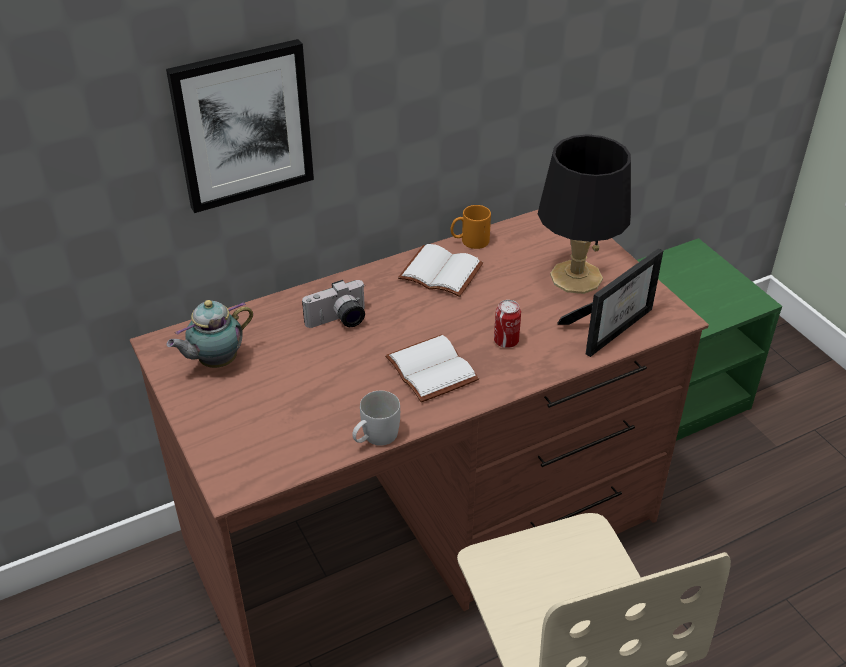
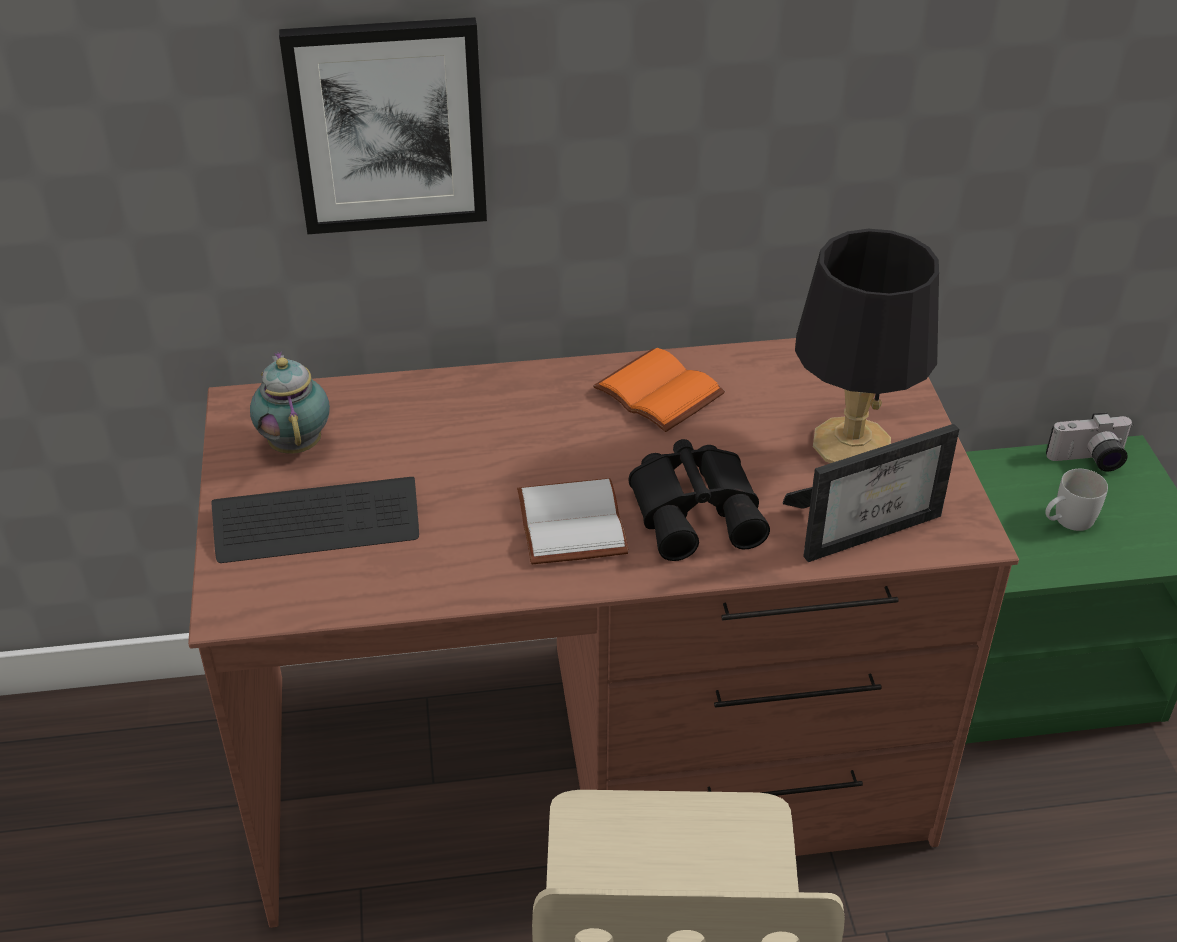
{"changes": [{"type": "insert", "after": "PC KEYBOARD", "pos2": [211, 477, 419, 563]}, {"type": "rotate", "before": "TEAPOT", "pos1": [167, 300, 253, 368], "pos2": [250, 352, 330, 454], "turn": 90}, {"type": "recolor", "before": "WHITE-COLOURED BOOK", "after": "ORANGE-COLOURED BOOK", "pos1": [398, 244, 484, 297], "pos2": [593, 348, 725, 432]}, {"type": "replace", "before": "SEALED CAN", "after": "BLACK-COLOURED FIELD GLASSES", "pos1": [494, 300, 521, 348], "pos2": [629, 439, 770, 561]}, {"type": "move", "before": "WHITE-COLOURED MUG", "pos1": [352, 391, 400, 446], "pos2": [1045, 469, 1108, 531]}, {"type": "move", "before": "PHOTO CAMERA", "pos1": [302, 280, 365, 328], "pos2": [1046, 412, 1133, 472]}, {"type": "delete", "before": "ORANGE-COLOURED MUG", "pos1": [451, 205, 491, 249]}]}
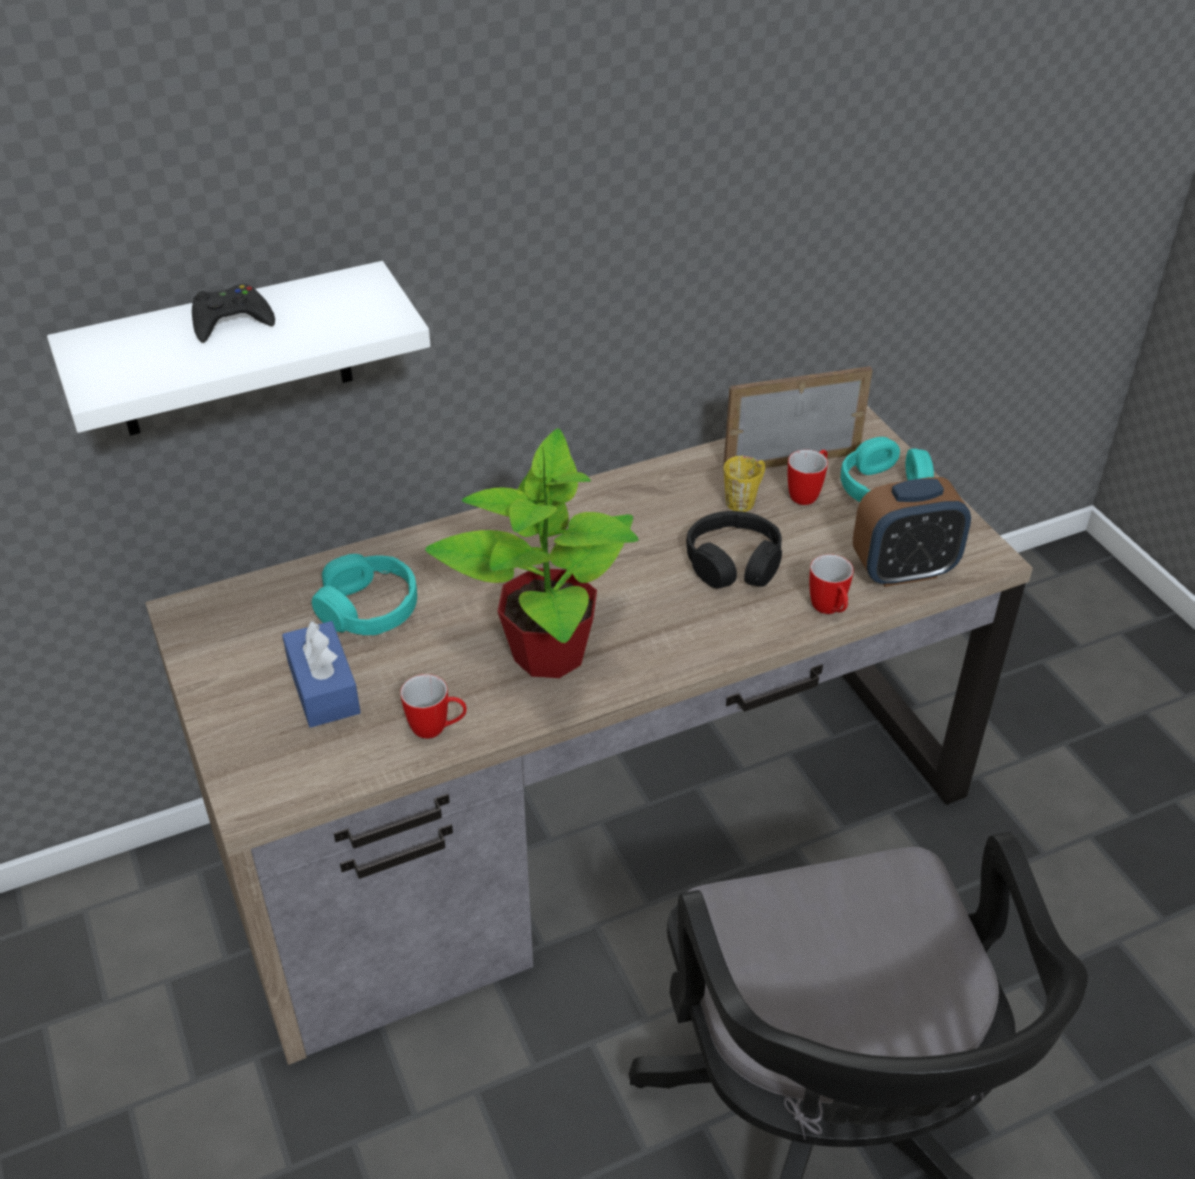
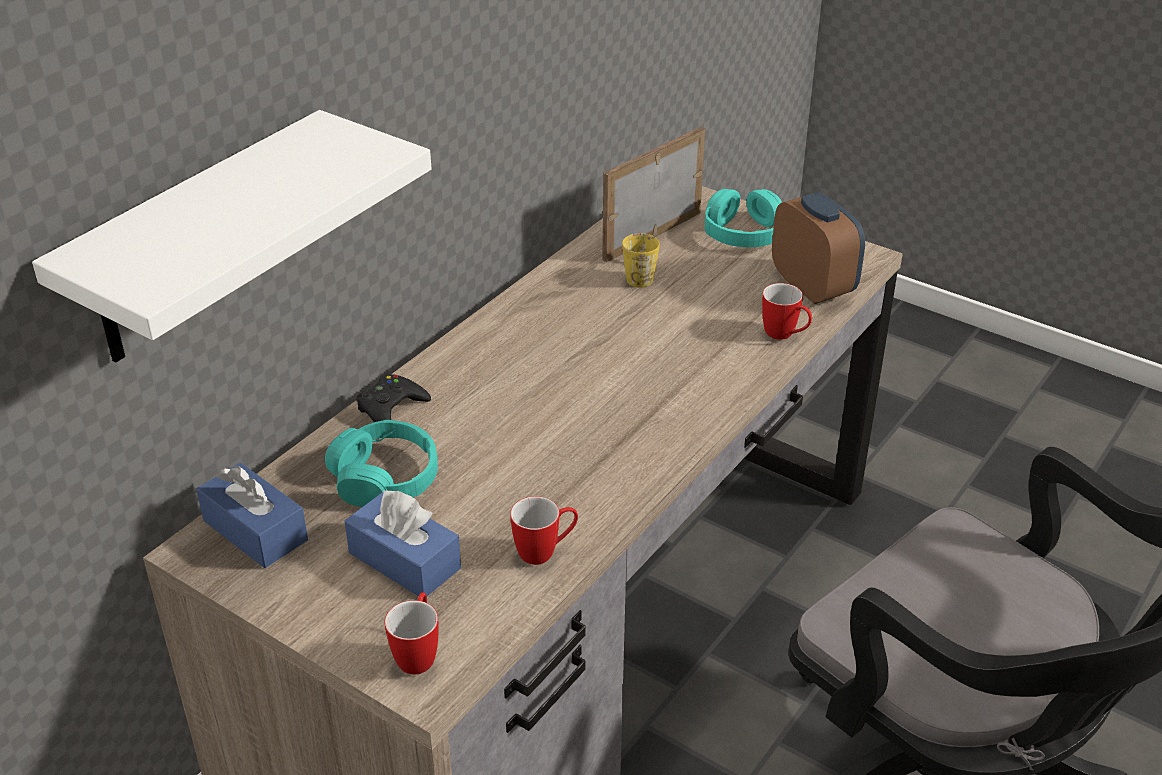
{"changes": [{"type": "insert", "after": "BLUE TISSUE HOLDER", "pos2": [196, 463, 308, 568]}, {"type": "move", "before": "BLACK-COLOURED GAME CONTROLLER", "pos1": [192, 284, 275, 343], "pos2": [356, 374, 431, 422]}, {"type": "move", "before": "MUG", "pos1": [788, 450, 828, 505], "pos2": [384, 593, 439, 674]}, {"type": "rotate", "before": "ALARM CLOCK", "pos1": [853, 477, 971, 587], "pos2": [772, 192, 865, 304], "turn": -75}, {"type": "delete", "before": "HOUSEPLANT", "pos1": [425, 428, 639, 678]}, {"type": "delete", "before": "BLACK-COLOURED HEADPHONES", "pos1": [686, 511, 782, 589]}]}
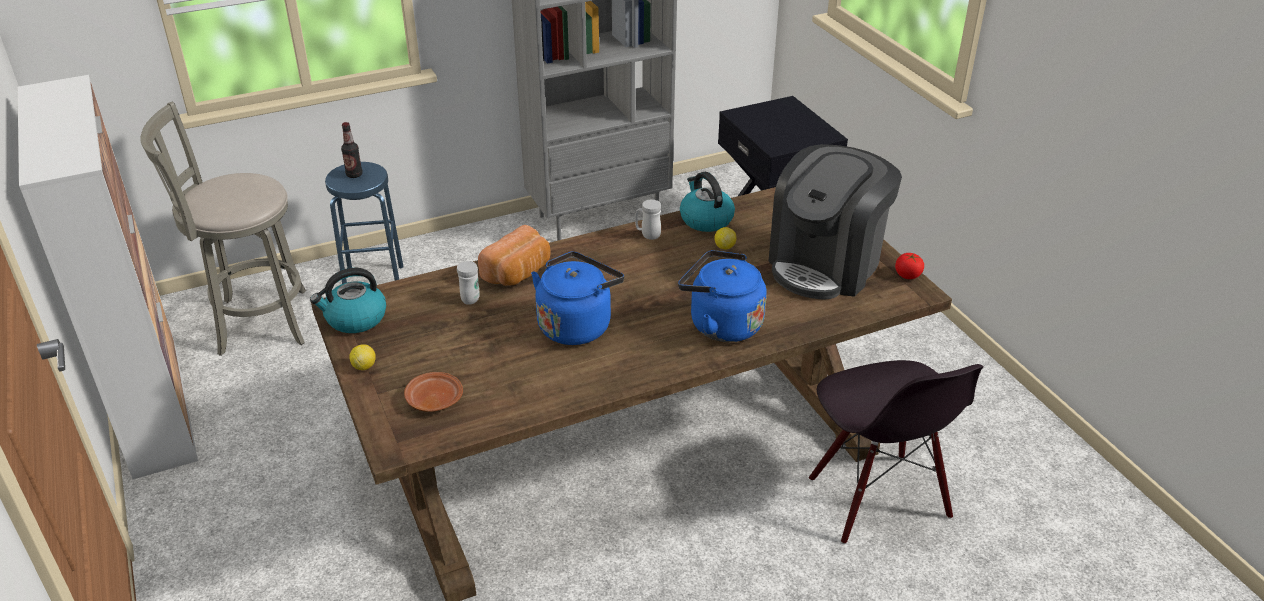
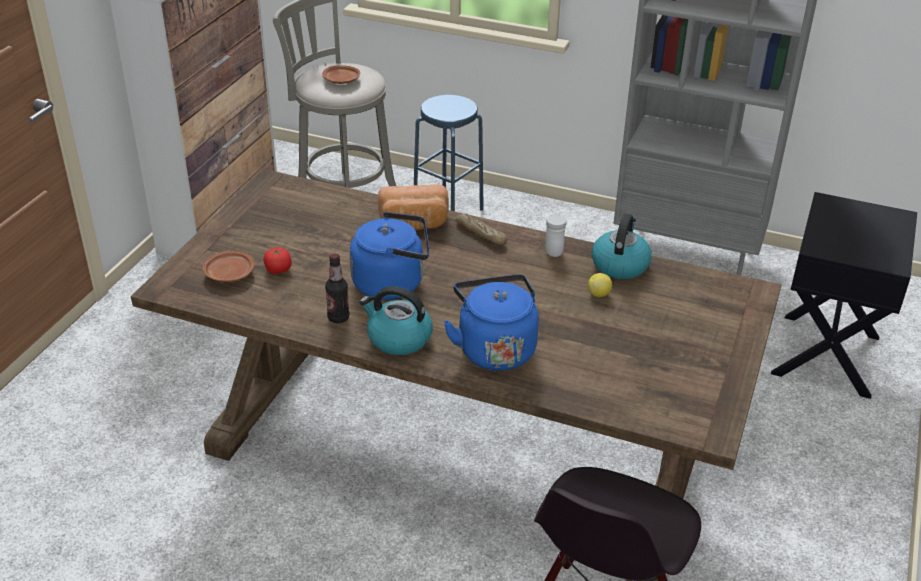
{"changes": [{"type": "move", "before": "FRESH TOMATO", "pos1": [895, 253, 924, 279], "pos2": [264, 247, 292, 274]}, {"type": "insert", "after": "BROWNISH DINNER PLATE", "pos2": [322, 65, 360, 84]}, {"type": "move", "before": "DRINK BOTTLE", "pos1": [341, 122, 363, 178], "pos2": [325, 253, 349, 323]}, {"type": "move", "before": "TEA KETTLE", "pos1": [310, 268, 386, 333], "pos2": [360, 286, 432, 355]}, {"type": "insert", "after": "BAKED BREAD", "pos2": [456, 213, 507, 245]}, {"type": "delete", "before": "LEMON", "pos1": [349, 344, 376, 370]}, {"type": "delete", "before": "WHITE-COLOURED MUG", "pos1": [457, 261, 480, 305]}, {"type": "delete", "before": "COFFEE MAKER", "pos1": [769, 144, 902, 300]}]}
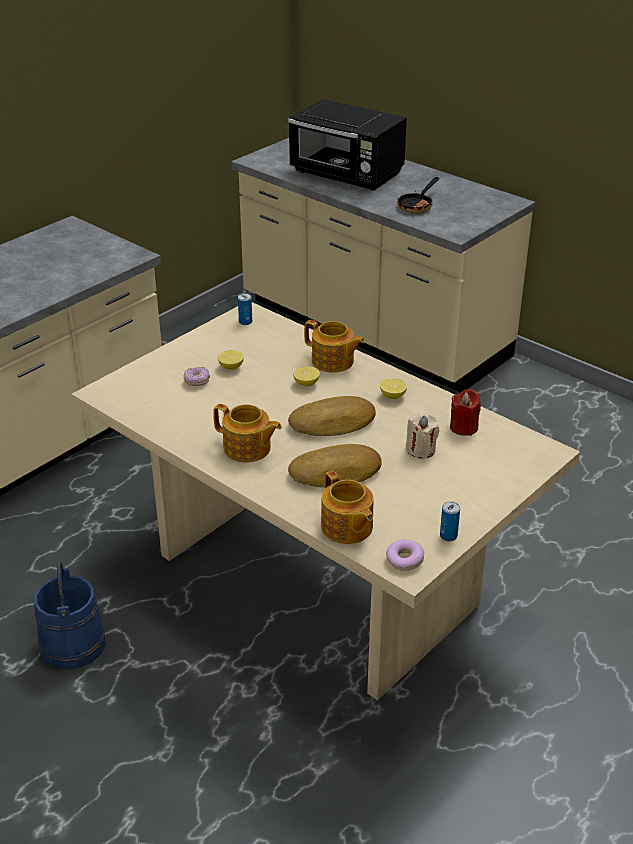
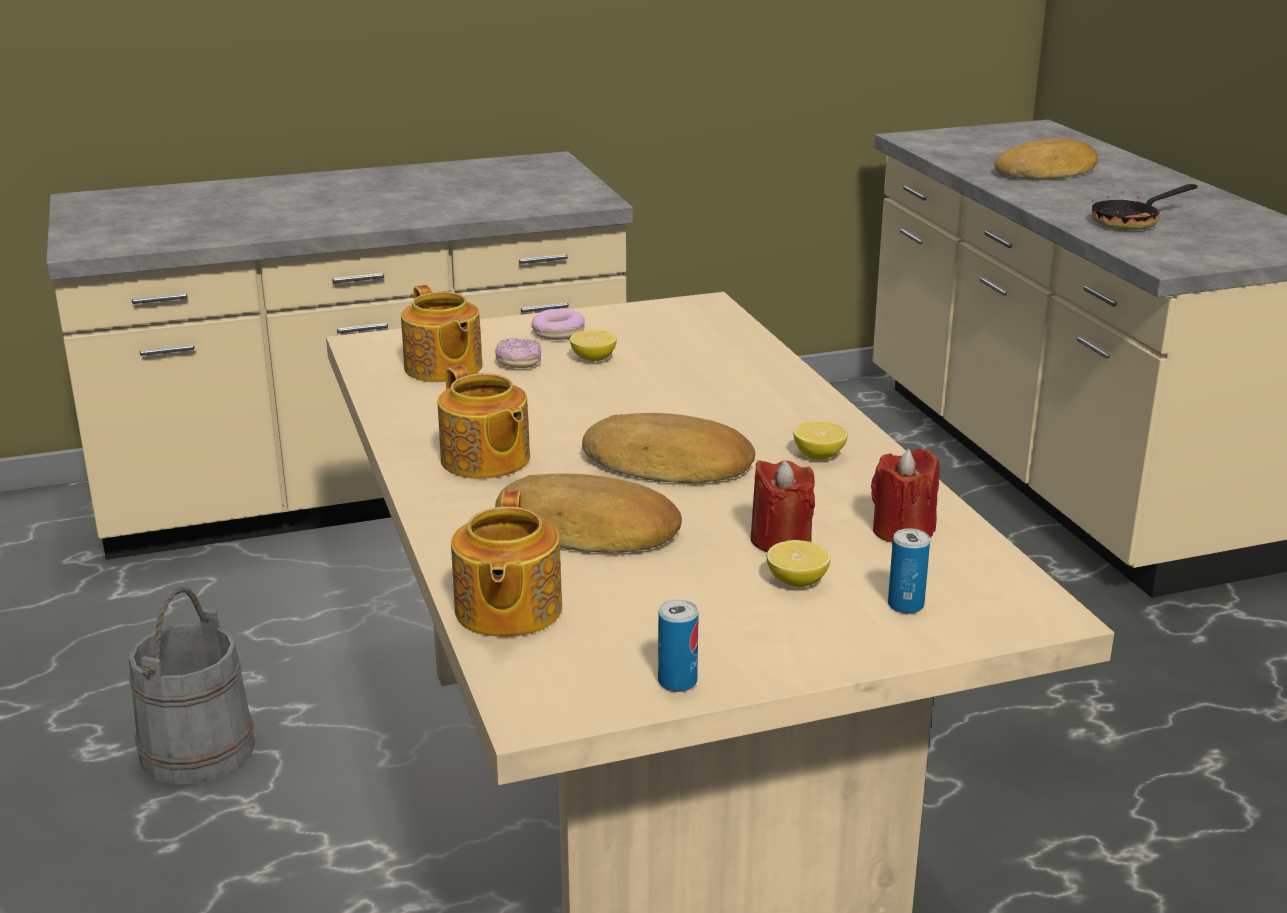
{"changes": [{"type": "recolor", "before": "BLUE PAIL", "after": "GREYISH PAIL", "pos1": [34, 561, 105, 670], "pos2": [129, 587, 255, 784]}, {"type": "move", "before": "TEAPOT", "pos1": [304, 320, 365, 373], "pos2": [401, 285, 483, 382]}, {"type": "move", "before": "RING DOUGHNUT", "pos1": [386, 539, 424, 571], "pos2": [531, 309, 585, 340]}, {"type": "recolor", "before": "BEIGE WAX CANDLE", "after": "REDDISH WAX CANDLE", "pos1": [406, 413, 440, 458], "pos2": [750, 460, 815, 552]}, {"type": "move", "before": "LEMON", "pos1": [293, 366, 320, 386], "pos2": [767, 540, 831, 587]}, {"type": "move", "before": "SEALED CAN", "pos1": [238, 293, 252, 325], "pos2": [888, 528, 930, 614]}, {"type": "replace", "before": "BLACK-COLOURED MICROWAVE", "after": "BAKED BREAD", "pos1": [288, 99, 407, 191], "pos2": [994, 138, 1098, 179]}]}
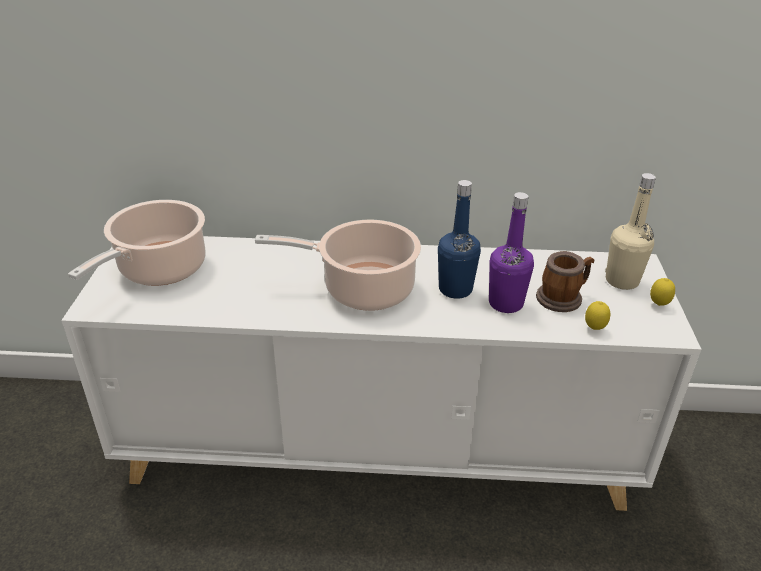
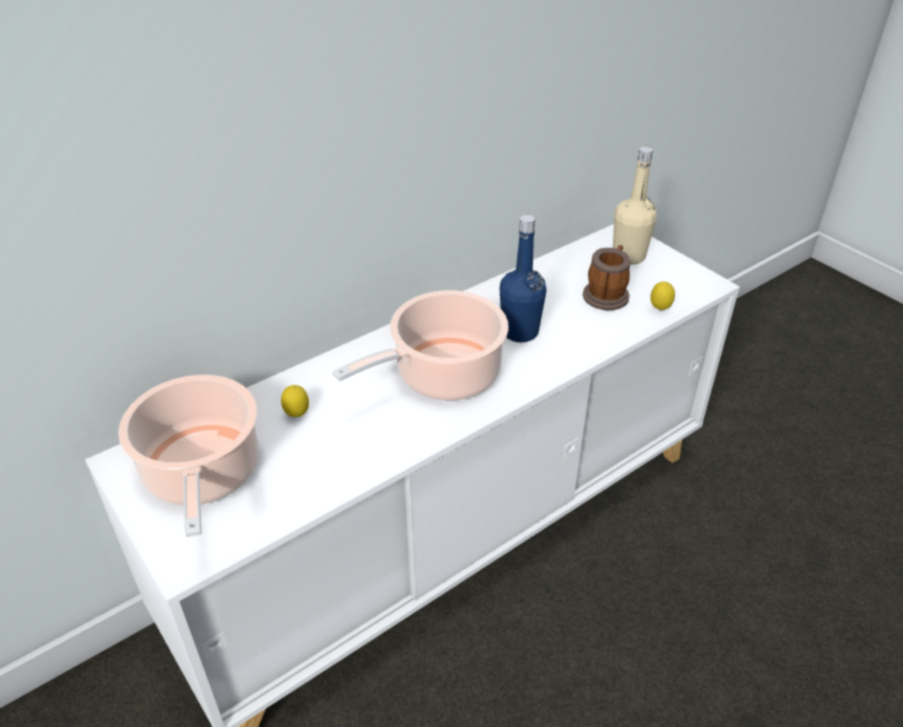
{"changes": [{"type": "move", "before": "LEMON", "pos1": [650, 278, 675, 306], "pos2": [281, 385, 309, 417]}, {"type": "delete", "before": "PURPLE DRINK BOTTLE", "pos1": [489, 192, 534, 313]}]}
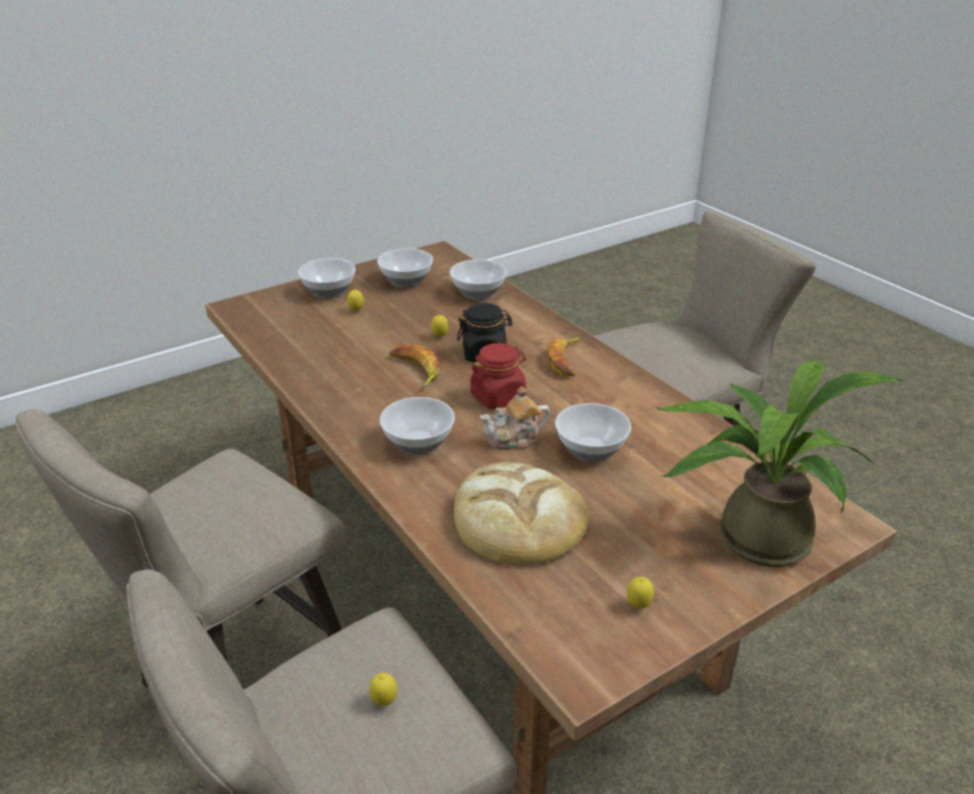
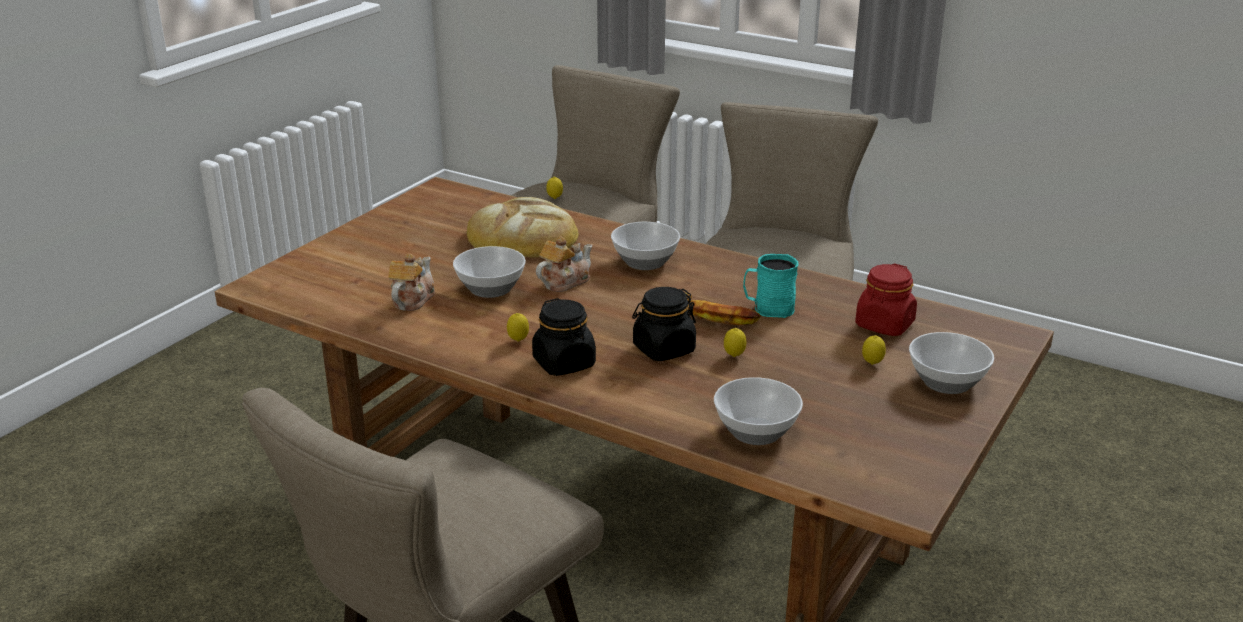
{"changes": [{"type": "insert", "after": "TEAPOT", "pos2": [388, 253, 435, 311]}, {"type": "move", "before": "LEMON", "pos1": [627, 577, 654, 609], "pos2": [507, 313, 529, 342]}, {"type": "replace", "before": "BANANA", "after": "BLACK-COLOURED PRESERVE JAR", "pos1": [547, 337, 583, 377], "pos2": [532, 298, 596, 376]}, {"type": "insert", "after": "TURQUOISE-COLOURED MUG", "pos2": [743, 254, 799, 318]}, {"type": "move", "before": "REDDISH PRESERVE JAR", "pos1": [470, 343, 526, 409], "pos2": [855, 263, 917, 336]}, {"type": "delete", "before": "SERVING BOWL", "pos1": [377, 248, 433, 288]}, {"type": "delete", "before": "HOUSEPLANT", "pos1": [657, 361, 902, 567]}]}
